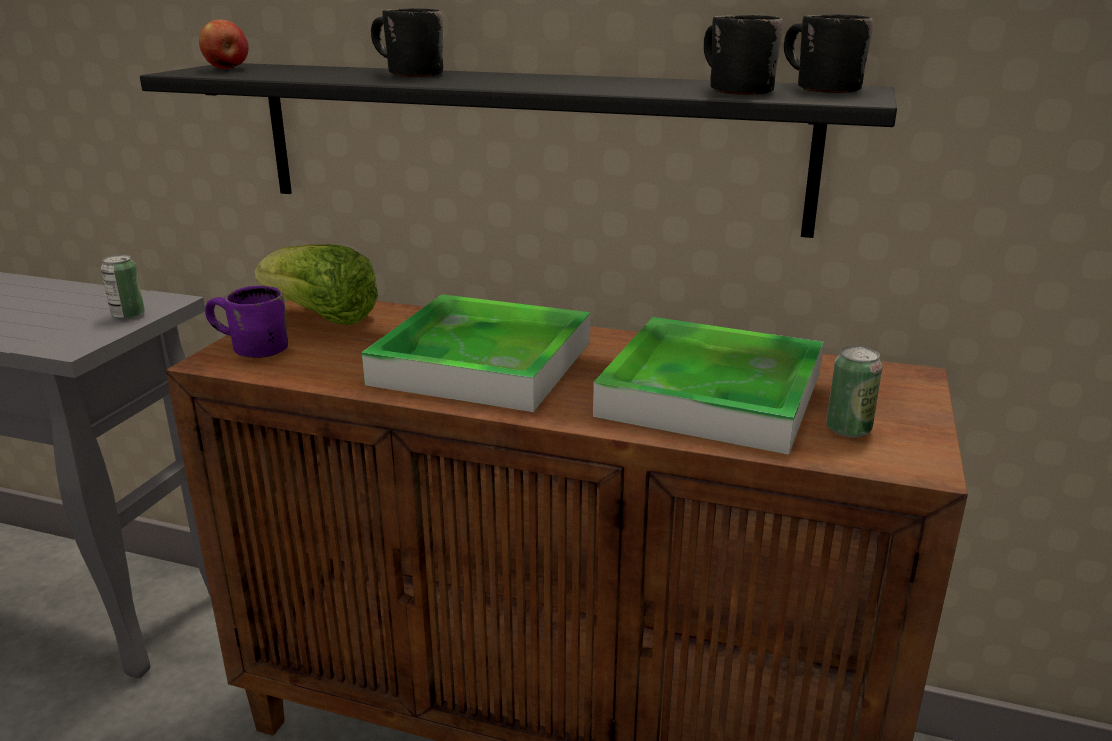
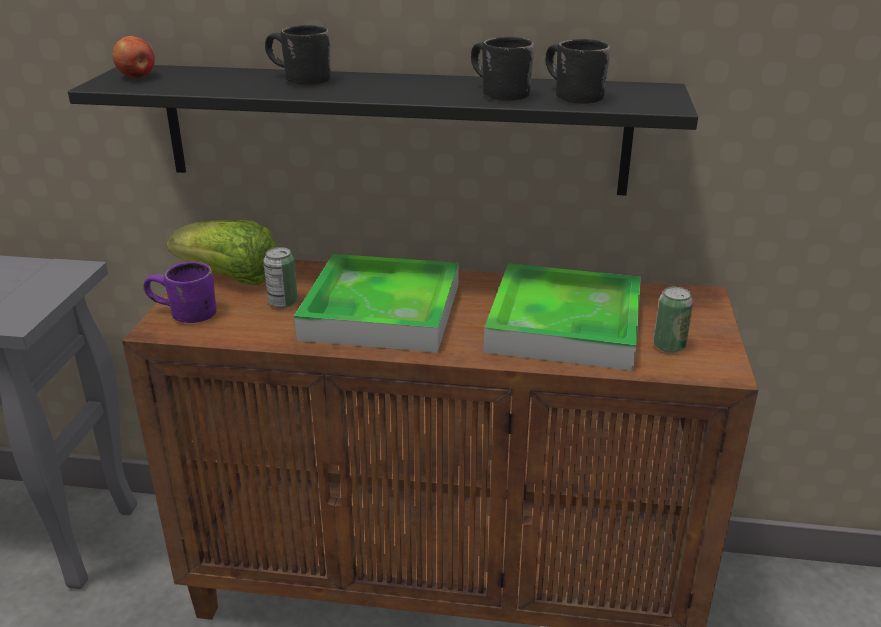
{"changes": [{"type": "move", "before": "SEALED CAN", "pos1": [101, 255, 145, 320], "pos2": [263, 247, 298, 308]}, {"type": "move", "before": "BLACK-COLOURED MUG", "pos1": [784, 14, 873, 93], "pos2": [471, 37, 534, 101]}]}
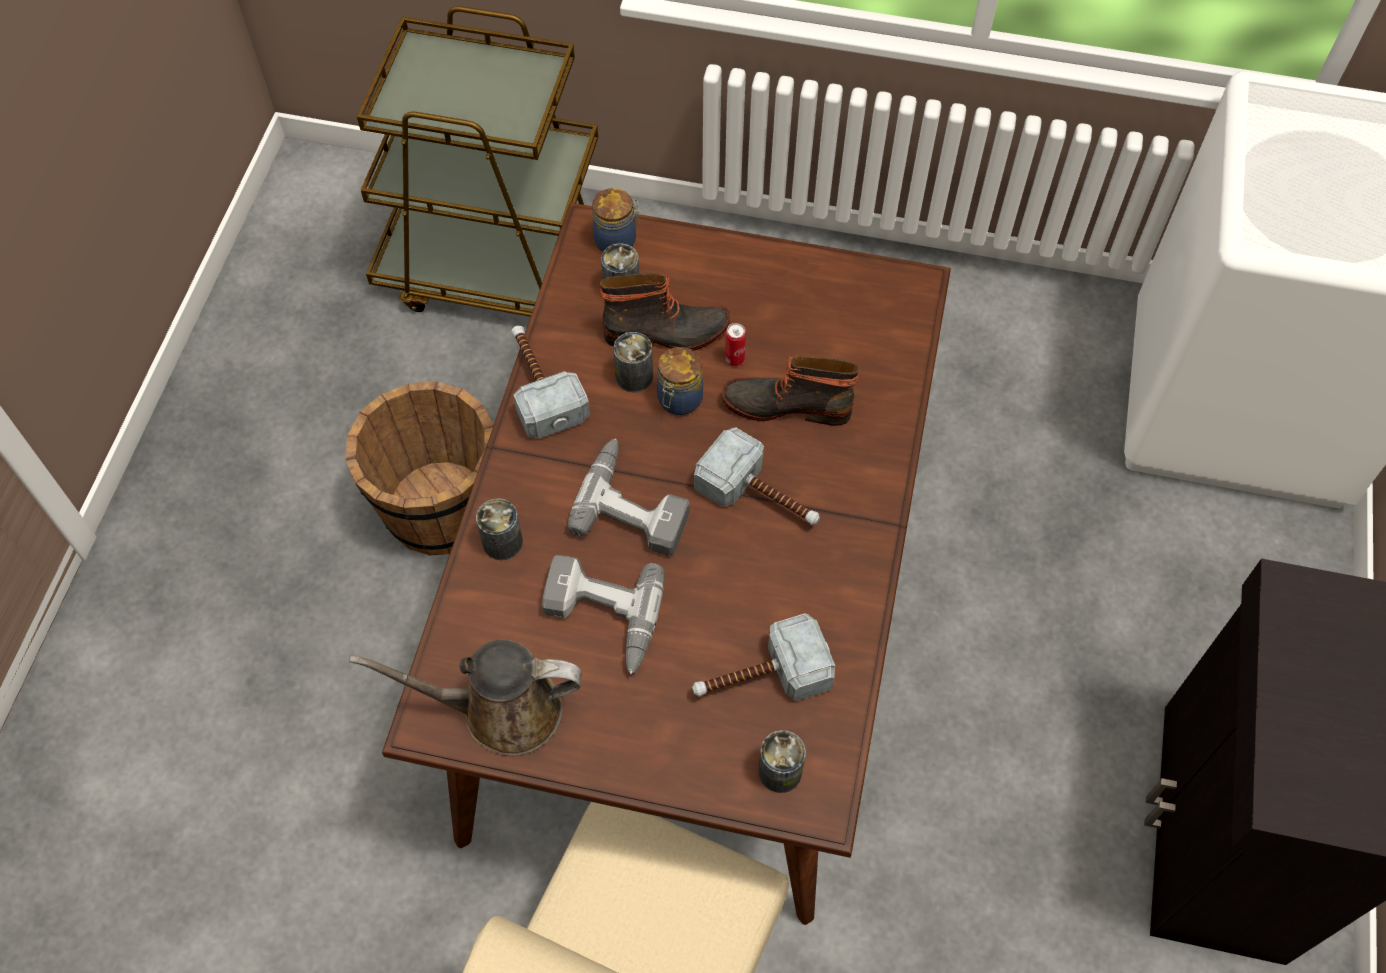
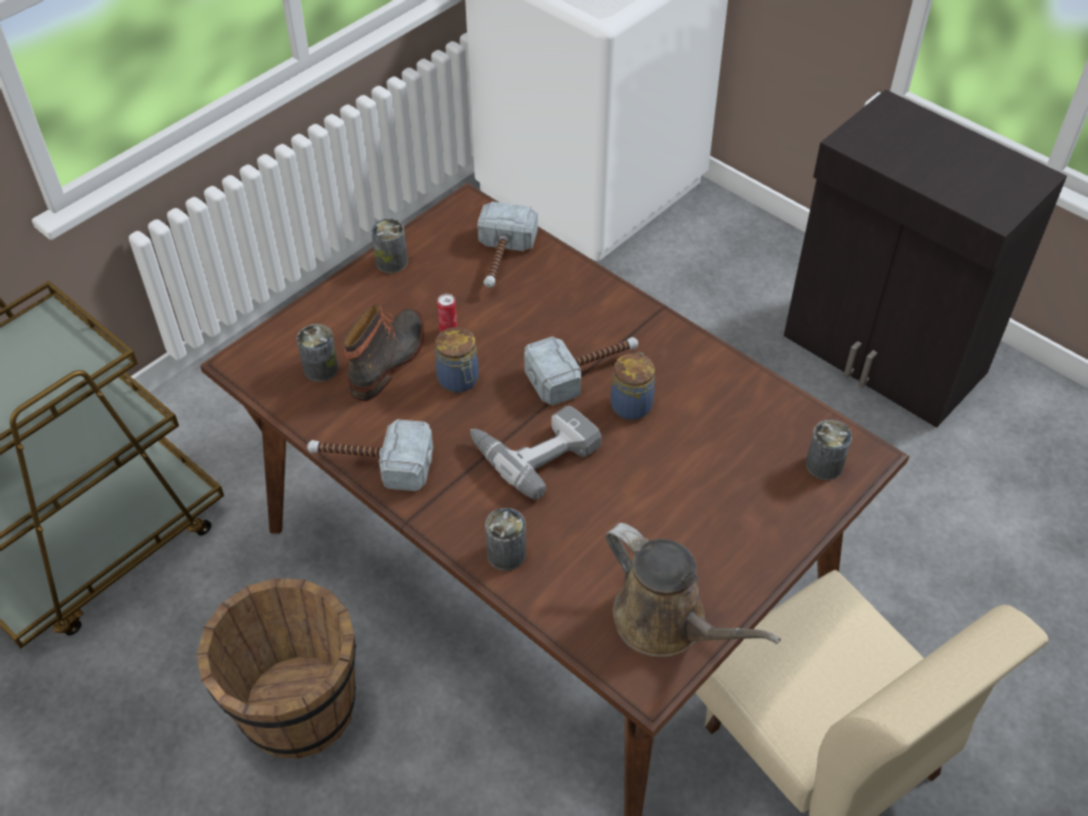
{"changes": [{"type": "move", "before": "SEALED CAN", "pos1": [613, 332, 653, 392], "pos2": [371, 219, 408, 273]}, {"type": "move", "before": "TOOL HAMMER", "pos1": [692, 613, 835, 701], "pos2": [477, 202, 538, 287]}, {"type": "rotate", "before": "BROWNISH WATERING POT", "pos1": [349, 639, 582, 756], "pos2": [605, 523, 781, 657], "turn": -75}, {"type": "move", "before": "PRESERVE JAR", "pos1": [592, 188, 641, 252], "pos2": [610, 352, 655, 420]}, {"type": "delete", "before": "DRILL", "pos1": [542, 555, 665, 674]}, {"type": "delete", "before": "BOOT", "pos1": [722, 354, 859, 426]}]}
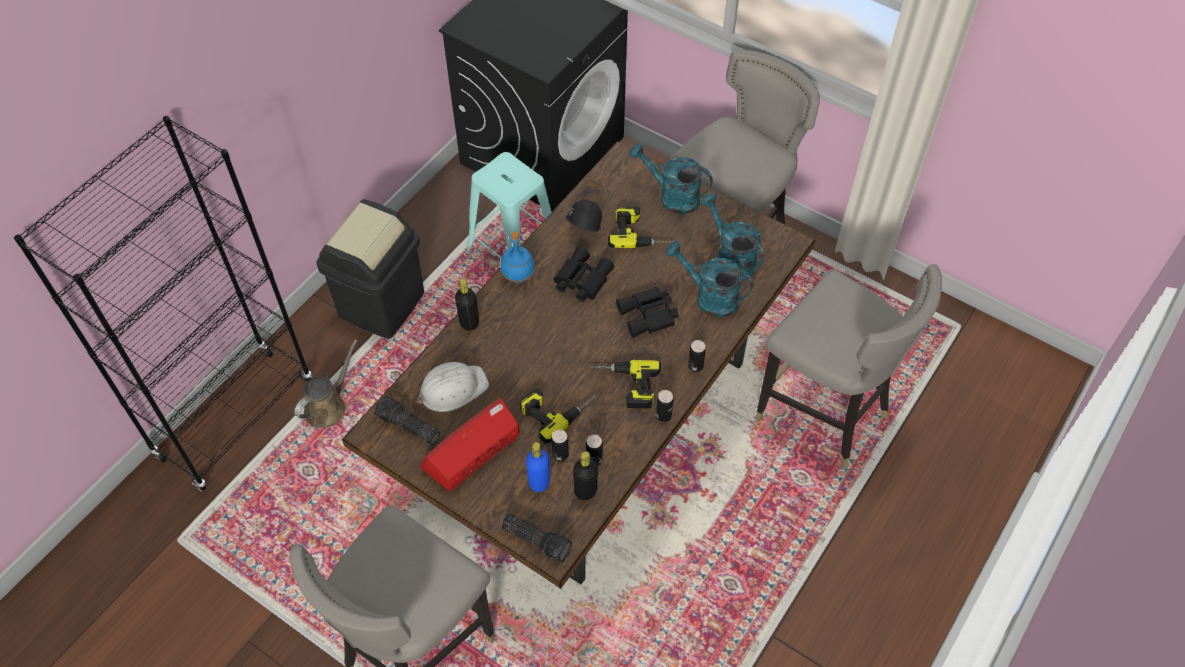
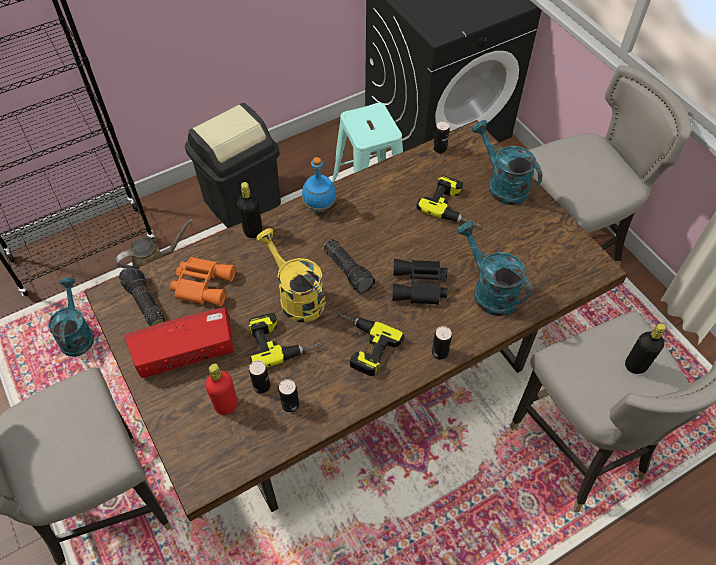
{"changes": [{"type": "move", "before": "TURQUOISE-COLOURED WATERING POT", "pos1": [701, 193, 764, 281], "pos2": [48, 278, 94, 357]}, {"type": "replace", "before": "WHITE-COLOURED SAFETY HELMET", "after": "ORANGE-COLOURED FIELD GLASSES", "pos1": [418, 362, 489, 412], "pos2": [170, 257, 235, 307]}, {"type": "recolor", "before": "BLUE DRINK BOTTLE", "after": "REDDISH DRINK BOTTLE", "pos1": [526, 442, 550, 492], "pos2": [206, 364, 238, 415]}, {"type": "insert", "after": "YELLOW WATERING POT", "pos2": [256, 228, 325, 323]}, {"type": "move", "before": "FLASHLIGHT", "pos1": [501, 514, 573, 563], "pos2": [324, 239, 375, 294]}, {"type": "move", "before": "SEALED CAN", "pos1": [656, 390, 674, 422], "pos2": [433, 121, 450, 153]}, {"type": "move", "before": "BLACK-COLOURED DRINK BOTTLE", "pos1": [573, 451, 598, 500], "pos2": [625, 323, 666, 374]}, {"type": "delete", "before": "BLACK-COLOURED FIELD GLASSES", "pos1": [553, 247, 614, 302]}, {"type": "delete", "before": "BLACK-COLOURED SAFETY HELMET", "pos1": [561, 199, 602, 231]}]}
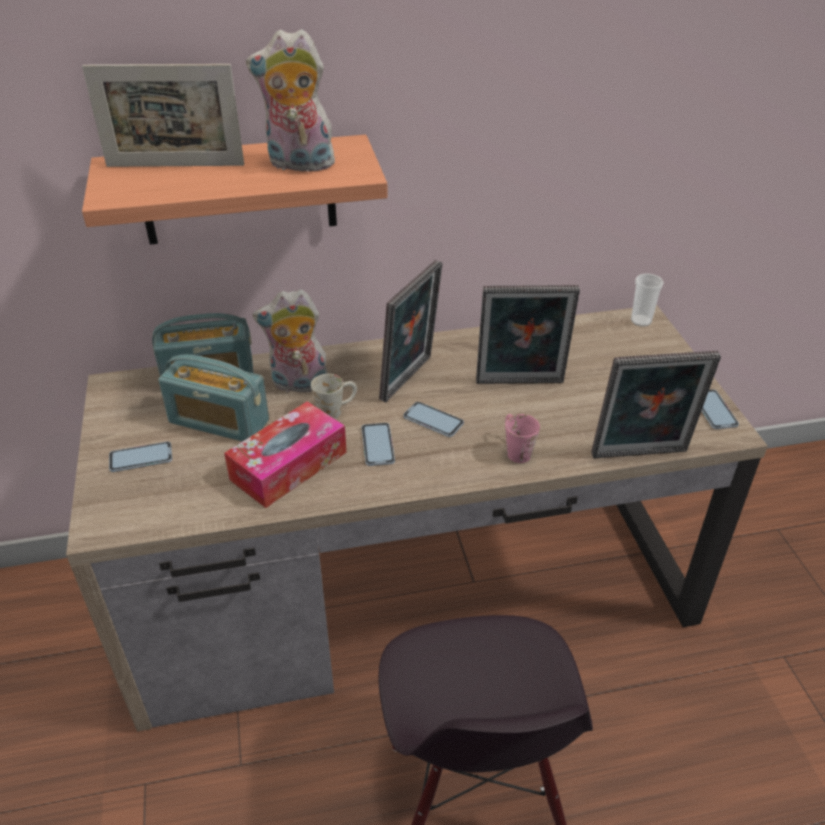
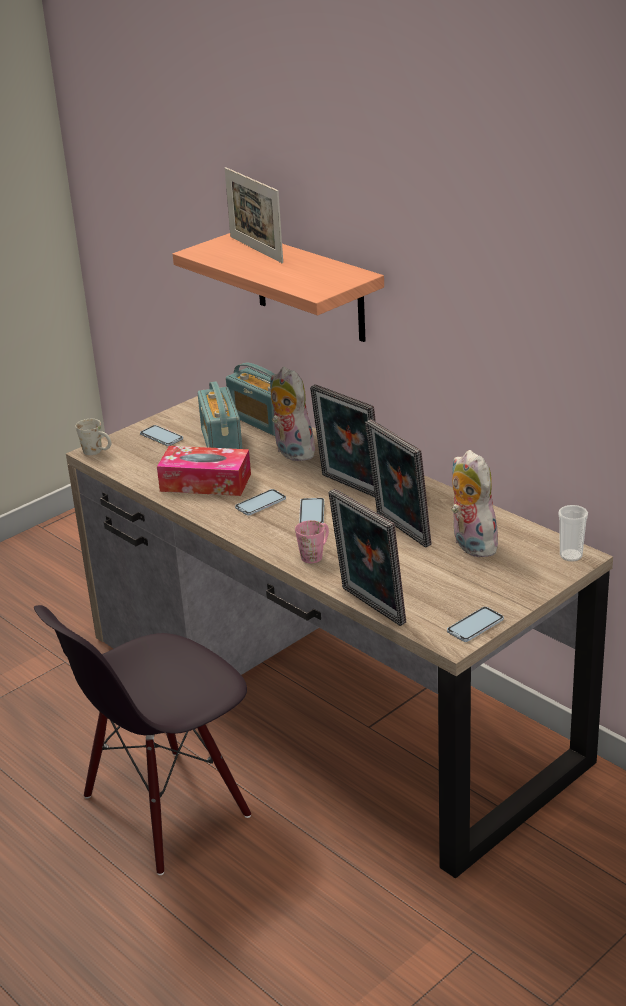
{"changes": [{"type": "move", "before": "WHITE-COLOURED MUG", "pos1": [311, 374, 357, 419], "pos2": [75, 419, 111, 455]}, {"type": "rotate", "before": "PICTURE FRAME", "pos1": [379, 260, 443, 402], "pos2": [310, 384, 376, 497], "turn": 45}, {"type": "move", "before": "SOFT TOY", "pos1": [246, 29, 337, 175], "pos2": [451, 450, 498, 558]}]}
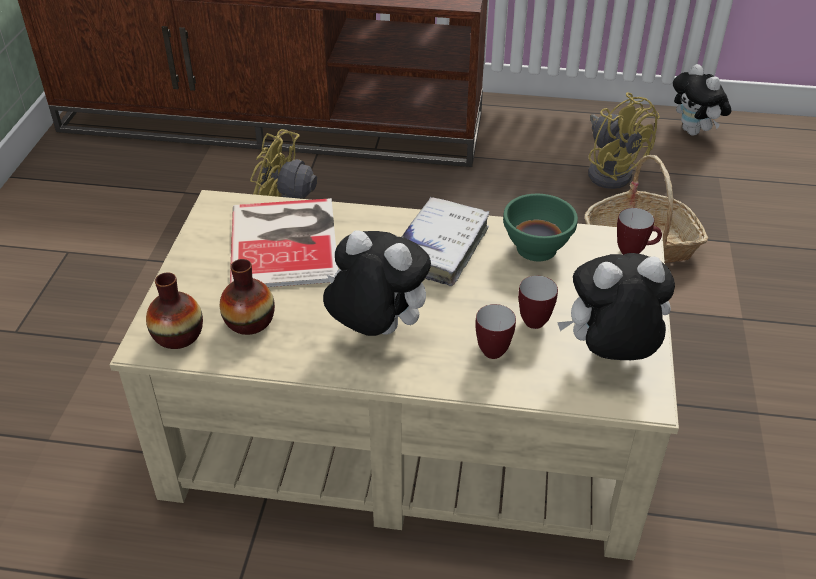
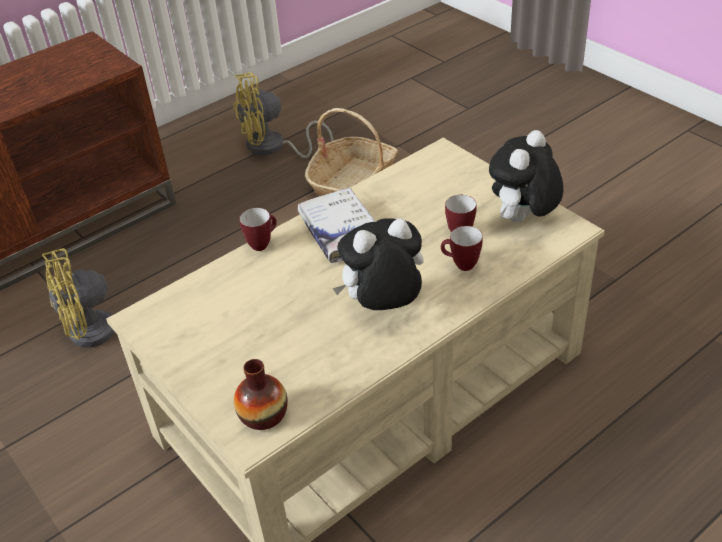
{"changes": [{"type": "rotate", "before": "YELLOW FAN", "pos1": [588, 92, 660, 189], "pos2": [233, 72, 333, 158], "turn": 150}, {"type": "move", "before": "MUG", "pos1": [617, 208, 662, 255], "pos2": [239, 208, 277, 251]}, {"type": "delete", "before": "FLOWER VASE", "pos1": [220, 259, 275, 335]}, {"type": "delete", "before": "BOOK", "pos1": [230, 198, 338, 287]}, {"type": "delete", "before": "GREEN-COLOURED SERVING BOWL", "pos1": [503, 194, 578, 261]}, {"type": "delete", "before": "SOFT TOY", "pos1": [673, 64, 731, 135]}]}
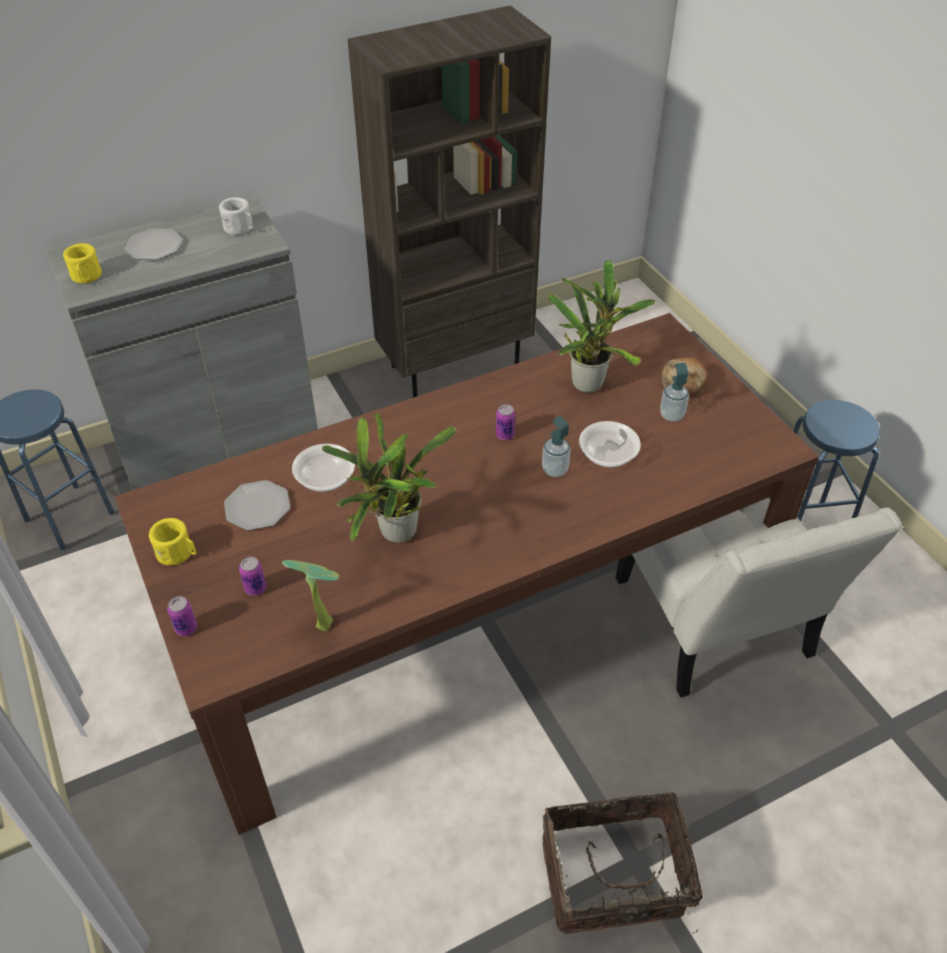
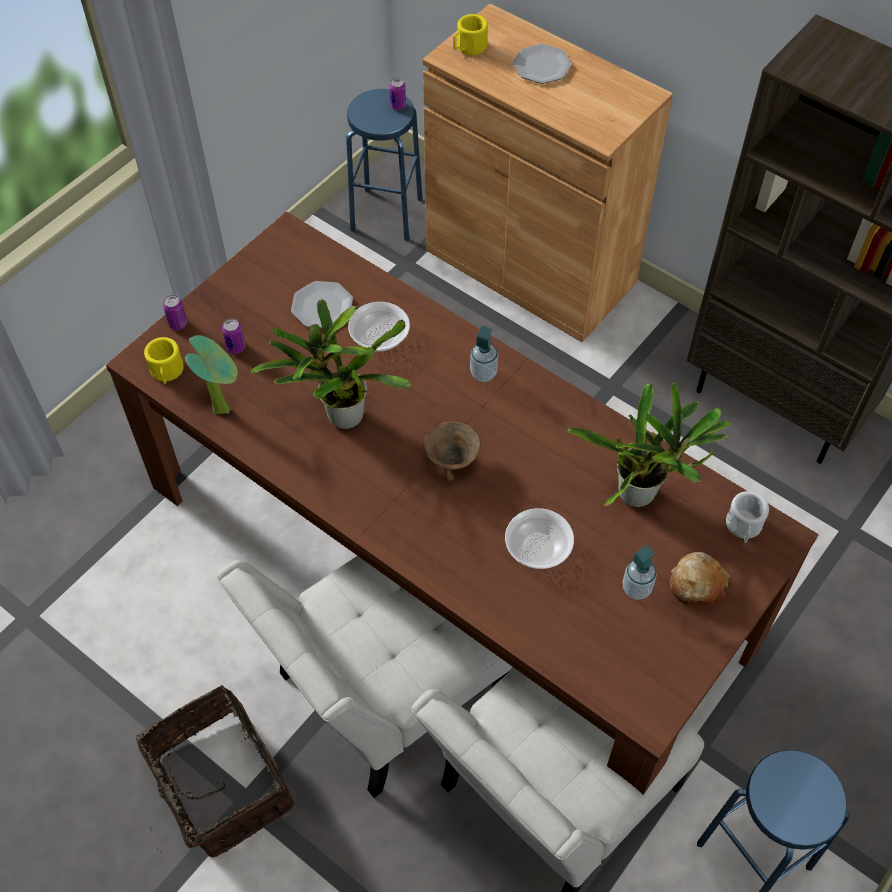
{"changes": [{"type": "move", "before": "YELLOW MUG", "pos1": [149, 518, 197, 566], "pos2": [144, 337, 184, 384]}, {"type": "insert", "after": "WHITE-COLOURED PLAIN CHAIR", "pos2": [216, 556, 512, 798]}, {"type": "move", "before": "SEALED CAN", "pos1": [496, 404, 515, 441], "pos2": [389, 78, 406, 110]}, {"type": "recolor", "before": "GREYISH CABINET", "after": "BROWNISH CABINET", "pos1": [46, 197, 318, 490], "pos2": [423, 3, 673, 342]}, {"type": "insert", "after": "BROWNISH SERVING BOWL", "pos2": [423, 422, 481, 482]}, {"type": "move", "before": "SOAP BOTTLE", "pos1": [542, 416, 571, 477], "pos2": [470, 326, 498, 382]}, {"type": "move", "before": "WHITE-COLOURED MUG", "pos1": [219, 197, 254, 235], "pos2": [726, 491, 769, 543]}]}
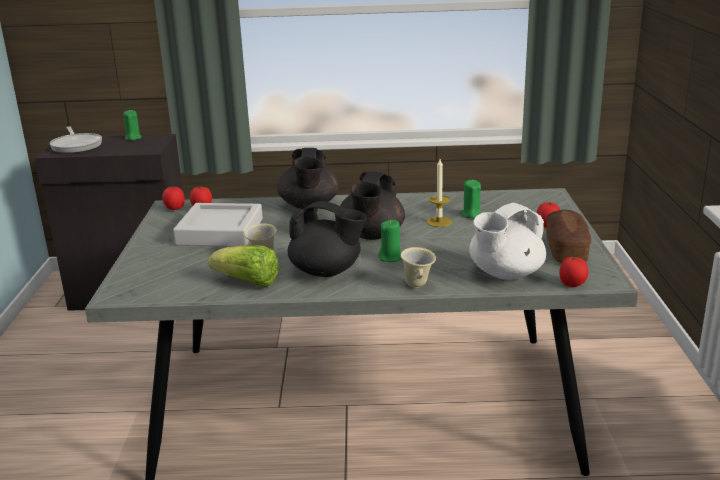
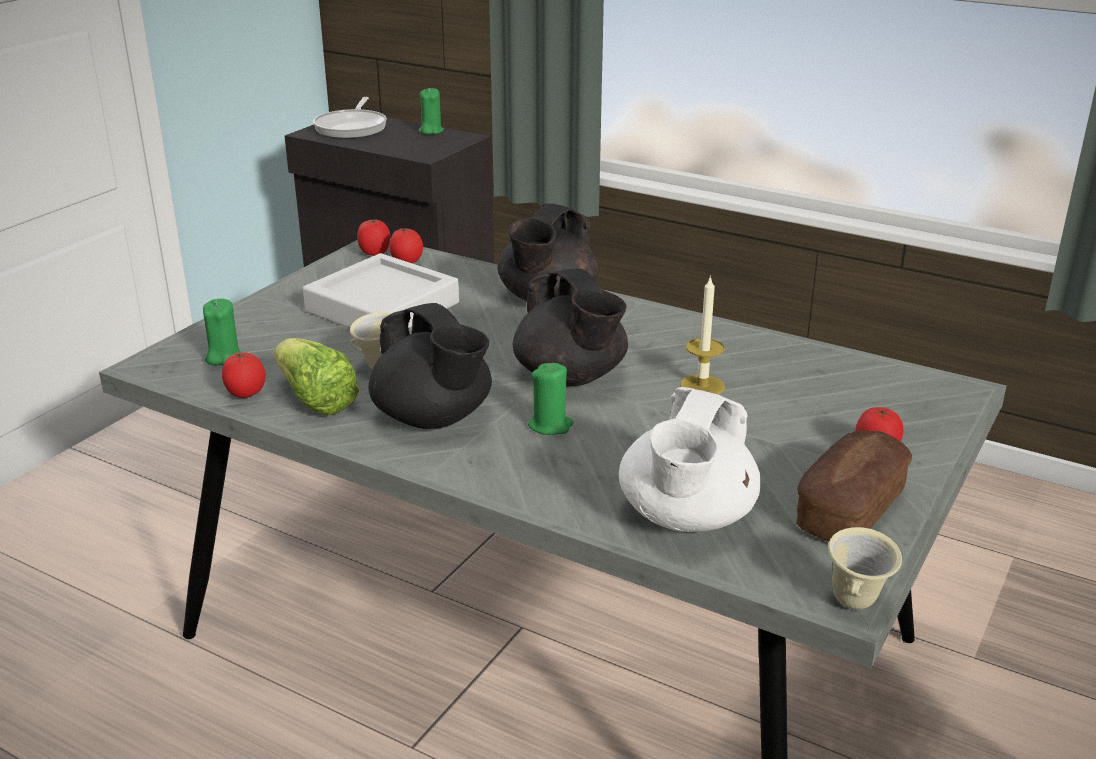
{"changes": [{"type": "move", "before": "GREEN-COLOURED WAX CANDLE", "pos1": [460, 180, 481, 218], "pos2": [203, 298, 243, 366]}, {"type": "move", "before": "FRESH TOMATO", "pos1": [559, 256, 589, 287], "pos2": [222, 352, 266, 398]}, {"type": "rotate", "before": "BLACK-COLOURED TEAPOT", "pos1": [340, 171, 405, 240], "pos2": [513, 268, 628, 386], "turn": -75}, {"type": "rotate", "before": "WHITE-COLOURED TEAPOT", "pos1": [469, 203, 546, 280], "pos2": [619, 387, 761, 532], "turn": -60}, {"type": "move", "before": "BEIGE MUG", "pos1": [400, 247, 436, 288], "pos2": [828, 527, 902, 609]}]}
